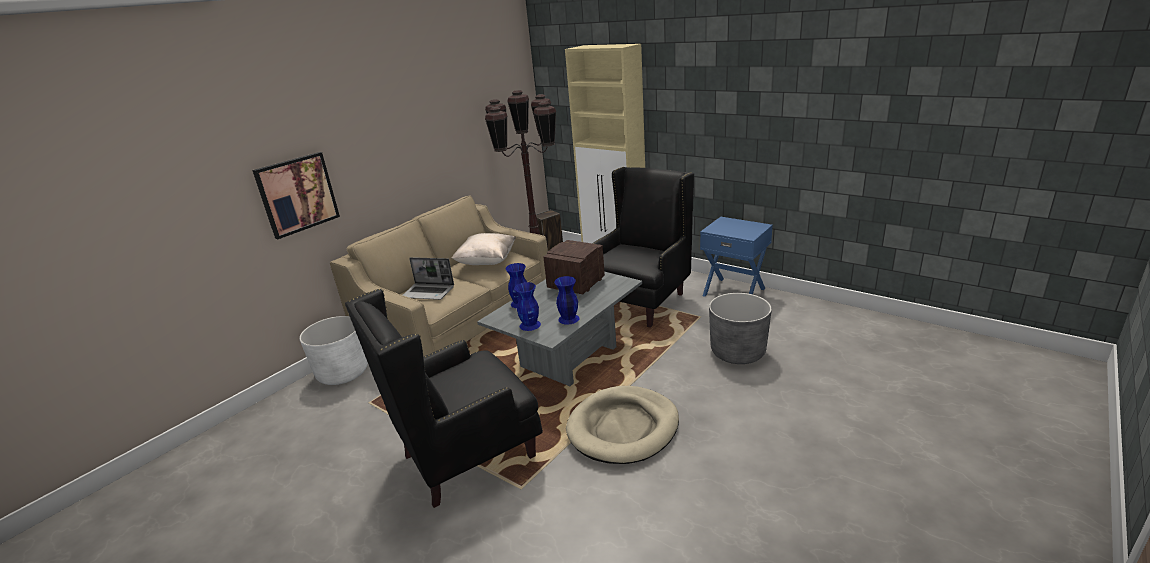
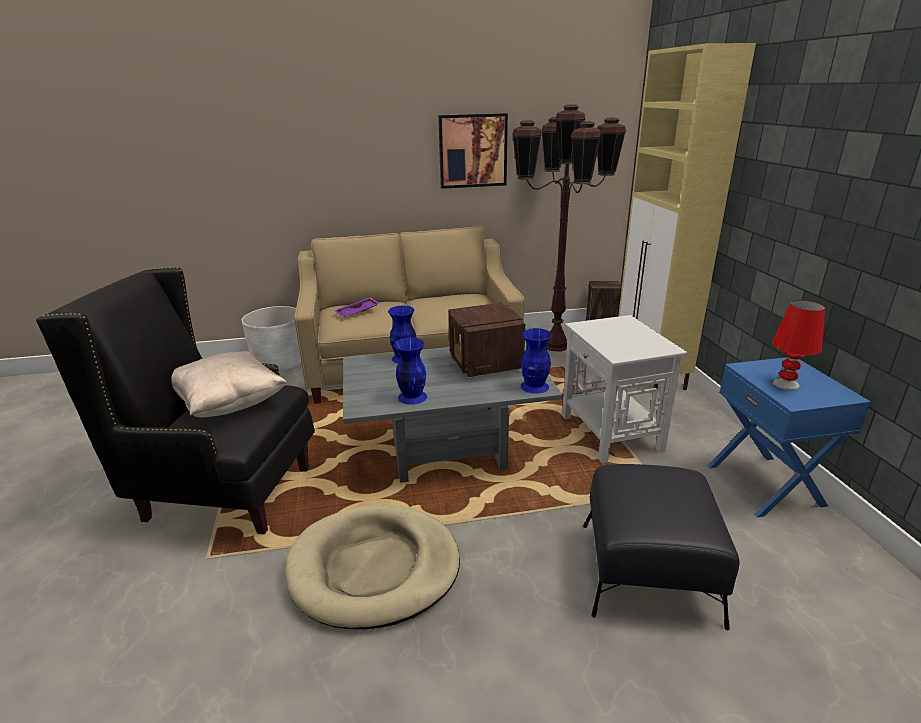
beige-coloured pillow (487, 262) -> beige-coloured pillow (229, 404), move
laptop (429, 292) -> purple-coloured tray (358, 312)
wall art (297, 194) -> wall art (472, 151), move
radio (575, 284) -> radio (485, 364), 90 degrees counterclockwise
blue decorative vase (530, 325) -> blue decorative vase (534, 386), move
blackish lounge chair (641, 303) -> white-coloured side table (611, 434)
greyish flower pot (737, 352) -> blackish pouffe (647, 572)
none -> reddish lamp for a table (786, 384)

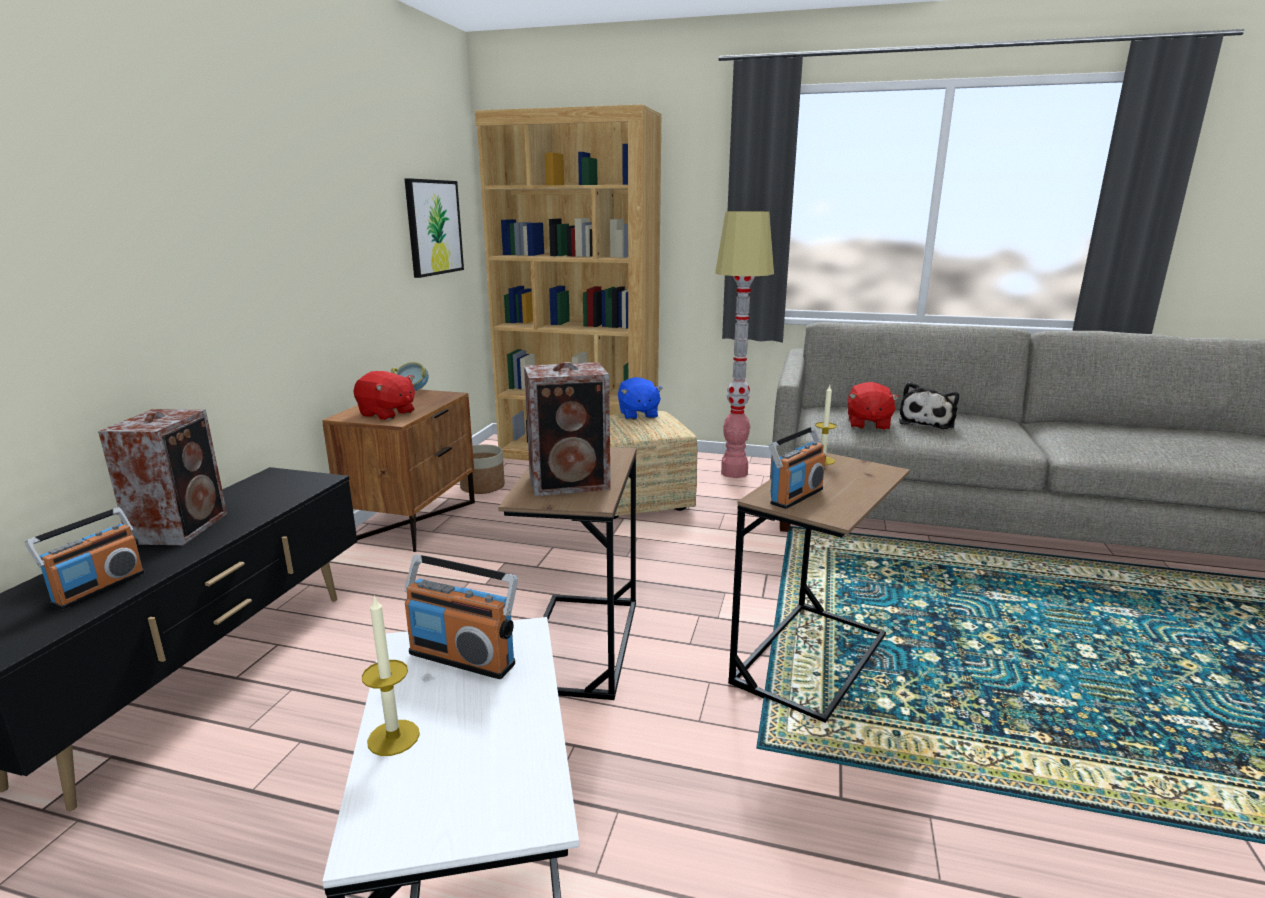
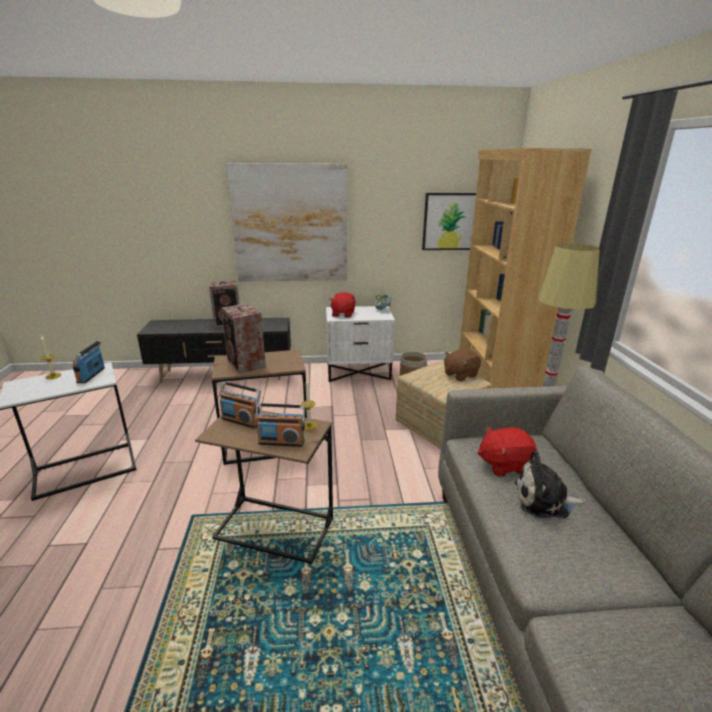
none -> wall art (290, 224)
radio (99, 588) -> radio (281, 442), move
brownish nightstand (413, 521) -> white-coloured nightstand (358, 372)
blue cuddly toy (638, 415) -> brownish cuddly toy (460, 375)

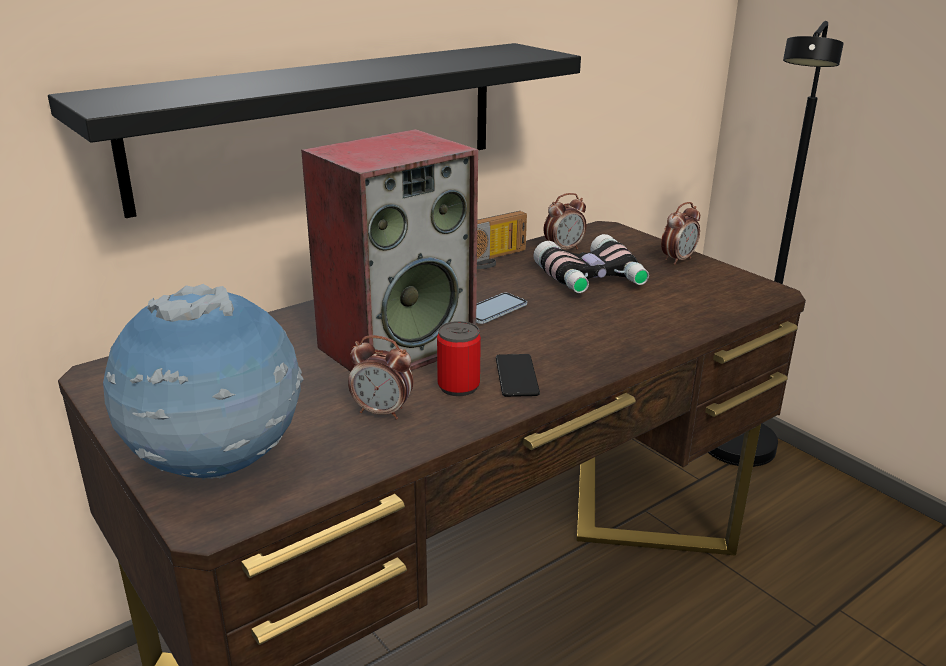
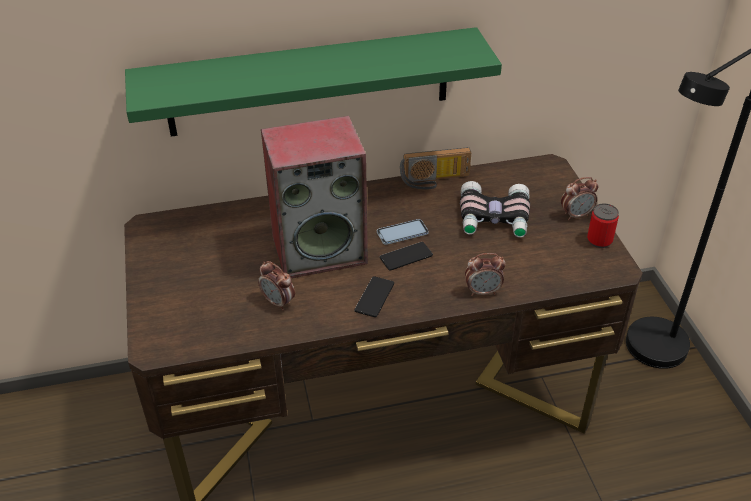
blackish wall shelf (323, 123) -> greenish wall shelf (309, 82)
none -> telephone (406, 256)
table clock (564, 249) -> table clock (483, 291), move
can (458, 386) -> can (599, 240), move
desk globe (218, 469) -> none

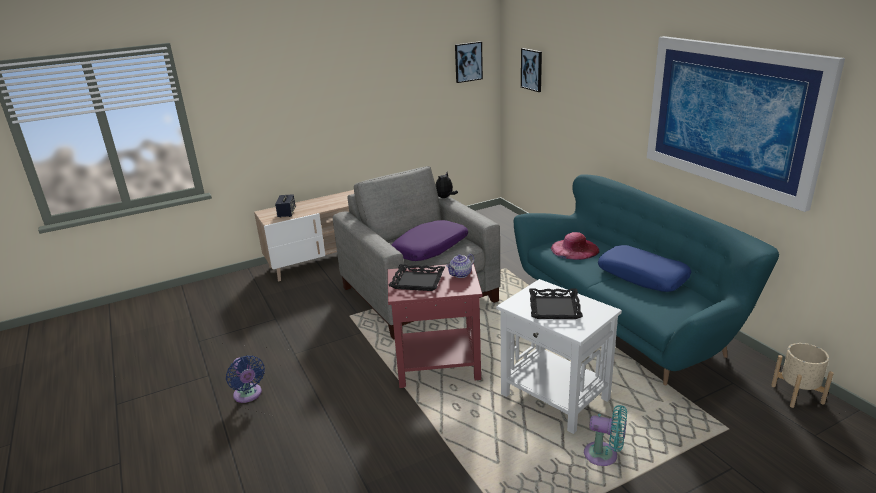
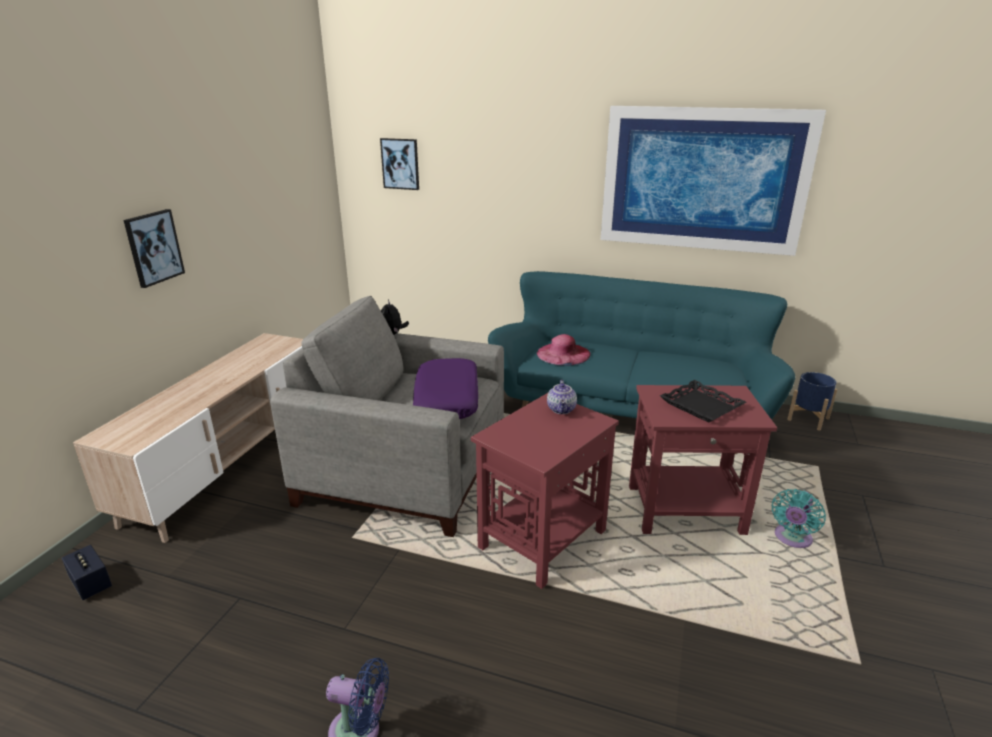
speaker (286, 213) -> speaker (91, 584), move
wall art (468, 62) -> wall art (153, 247), move
white-coloured side table (554, 397) -> reddish side table (685, 510)
turquoise-coloured electric fan (604, 455) -> turquoise-coloured electric fan (791, 539), 150 degrees clockwise
beige-coloured flower pot (797, 394) -> blue flower pot (808, 419)
blackish tray (417, 281) -> none
blue pillow (642, 276) -> none

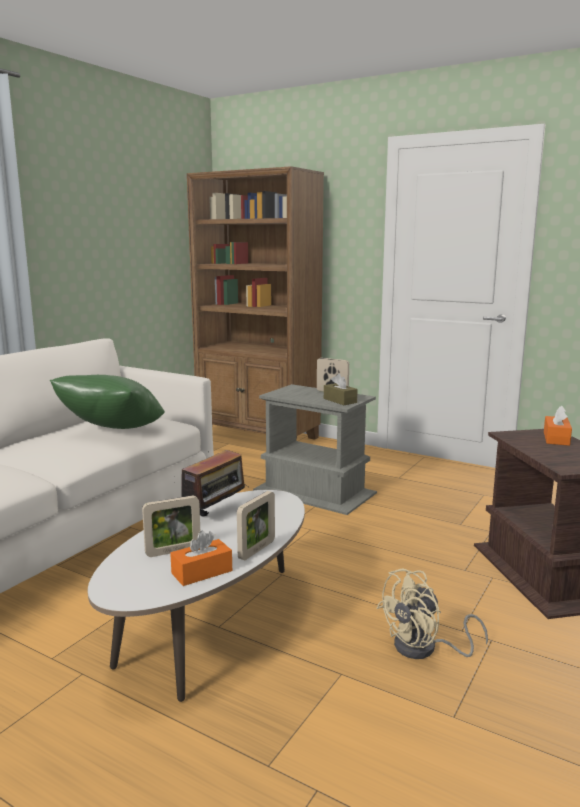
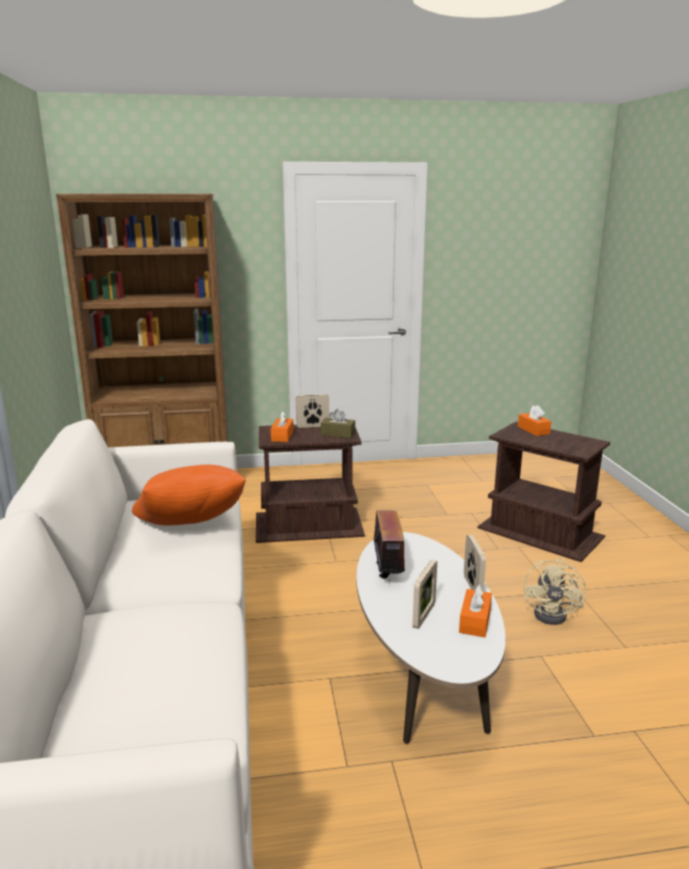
greenish pillow (112, 432) -> orange pillow (190, 528)
greyish side table (313, 491) -> brownish side table (307, 525)
none -> orange tissue box (282, 436)

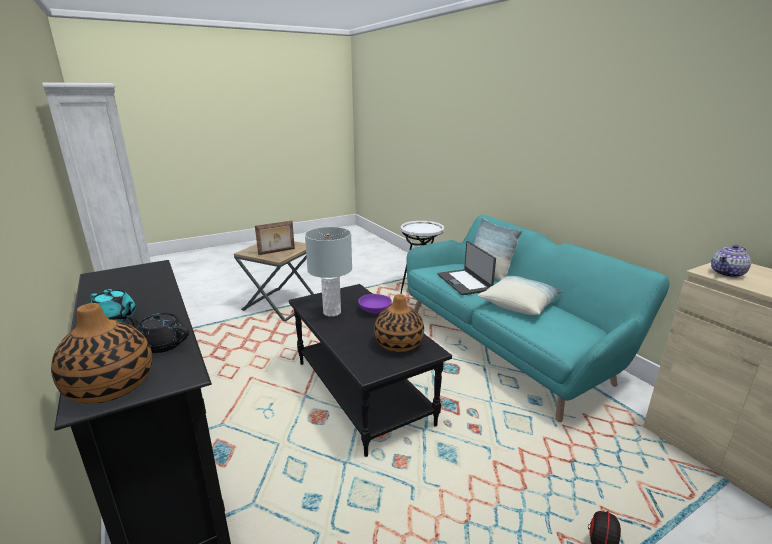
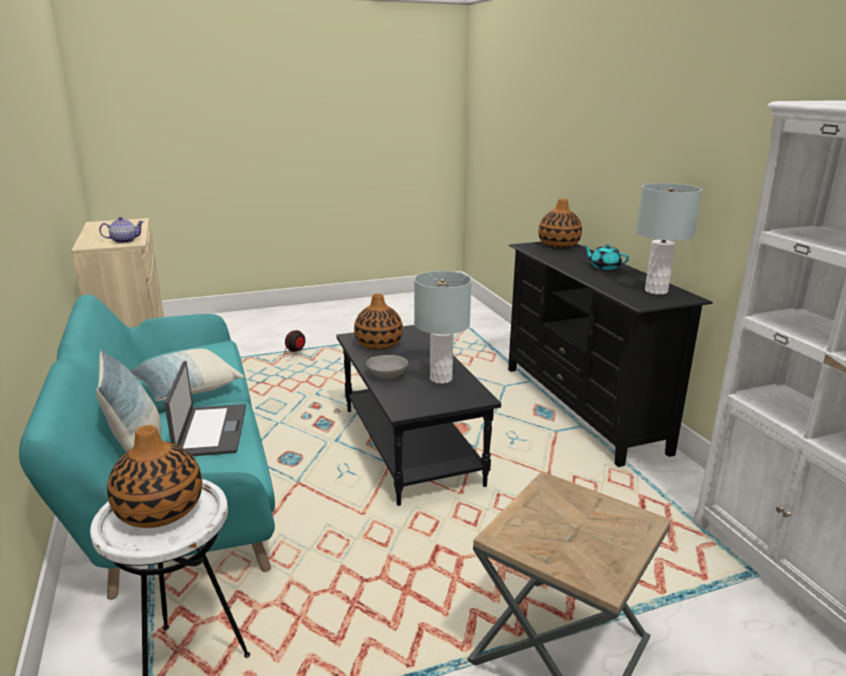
none -> decorative vase (160, 510)
purple-coloured deep dish (375, 311) -> greyish deep dish (387, 376)
none -> greyish lamp for a table (656, 291)
blackish tea pot (162, 344) -> none
standing frame (277, 252) -> none

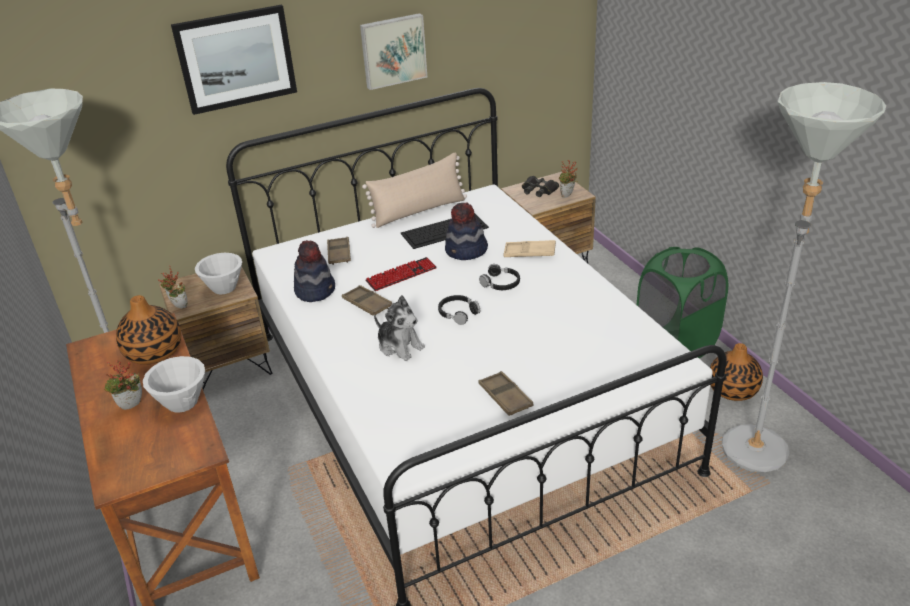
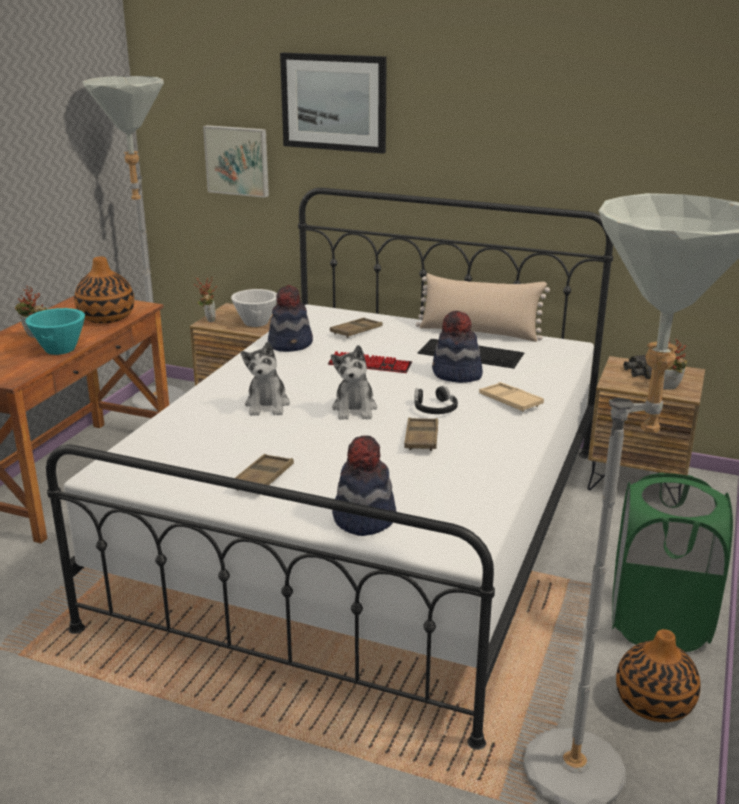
white-coloured deep dish (183, 402) -> turquoise-coloured deep dish (60, 349)
wall art (393, 50) -> wall art (238, 160), move
blackish headphones (458, 313) -> cuddly toy (355, 409)
none -> hat (363, 518)
brownish tray (367, 304) -> brownish tray (421, 438), move

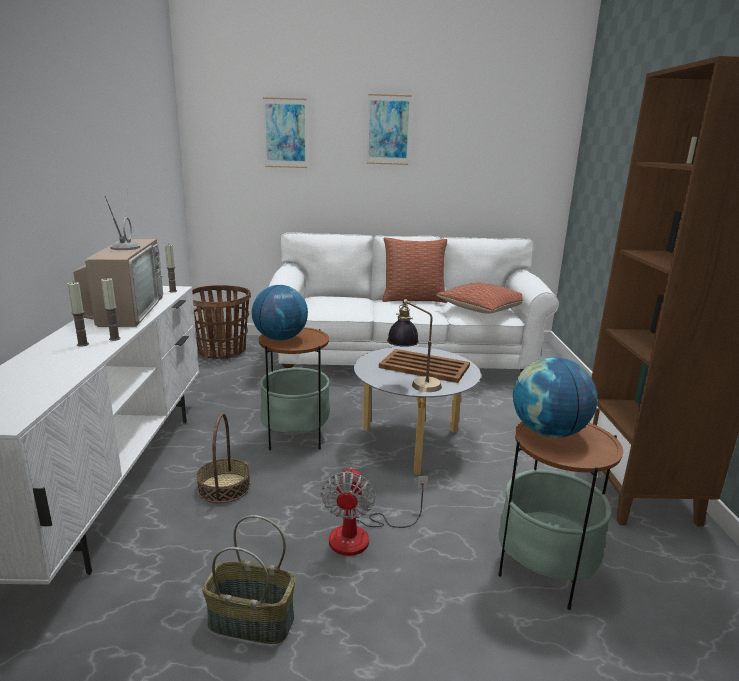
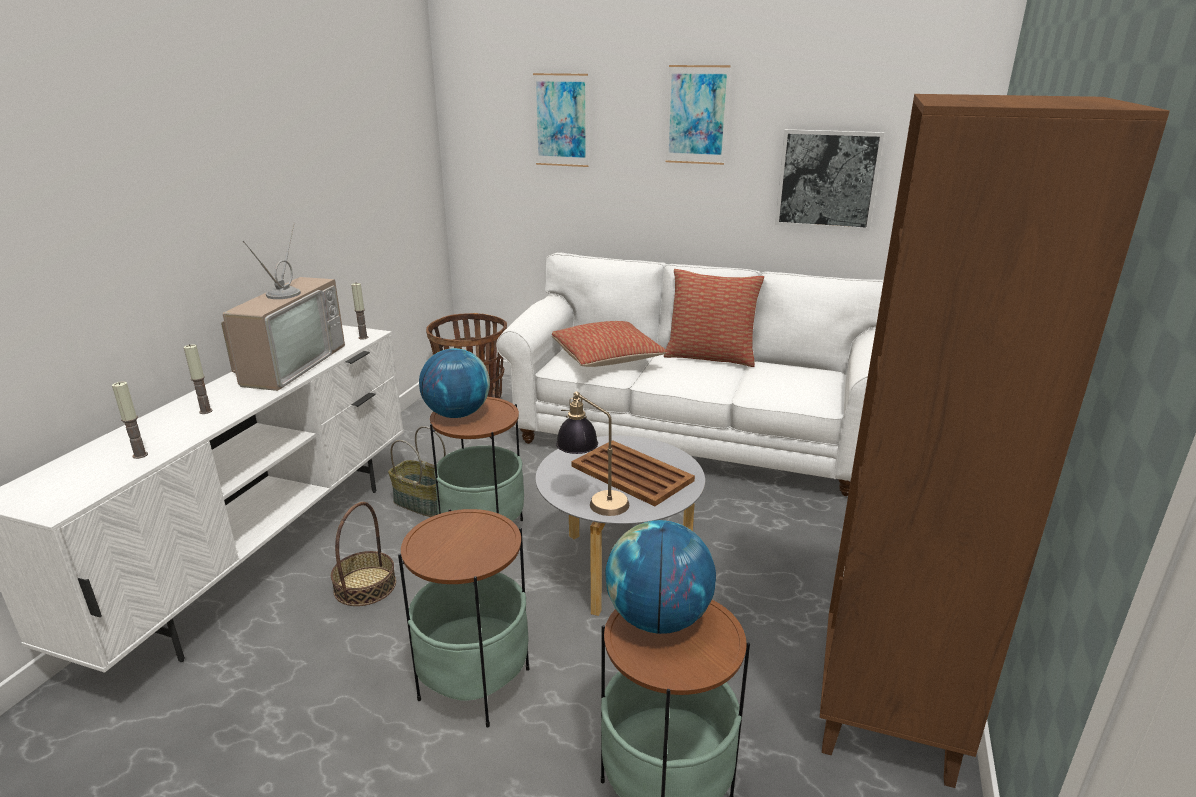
wax candle (115, 338) -> wax candle (140, 455), move
storage basket (250, 622) -> storage basket (421, 504), move
electric fan (362, 535) -> side table (474, 684)
pillow (482, 309) -> pillow (606, 358), move
none -> wall art (827, 179)

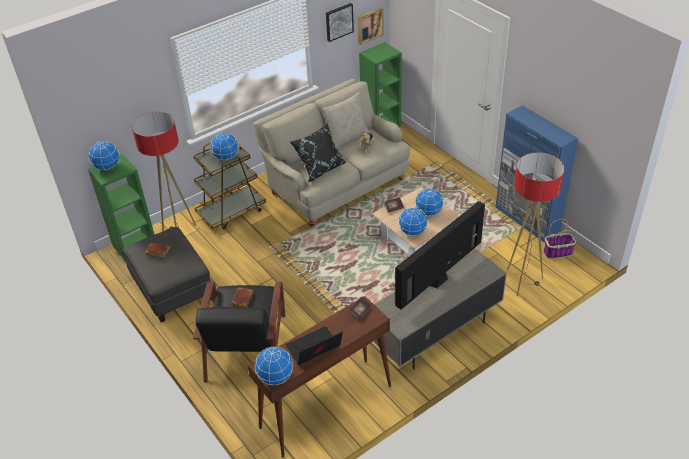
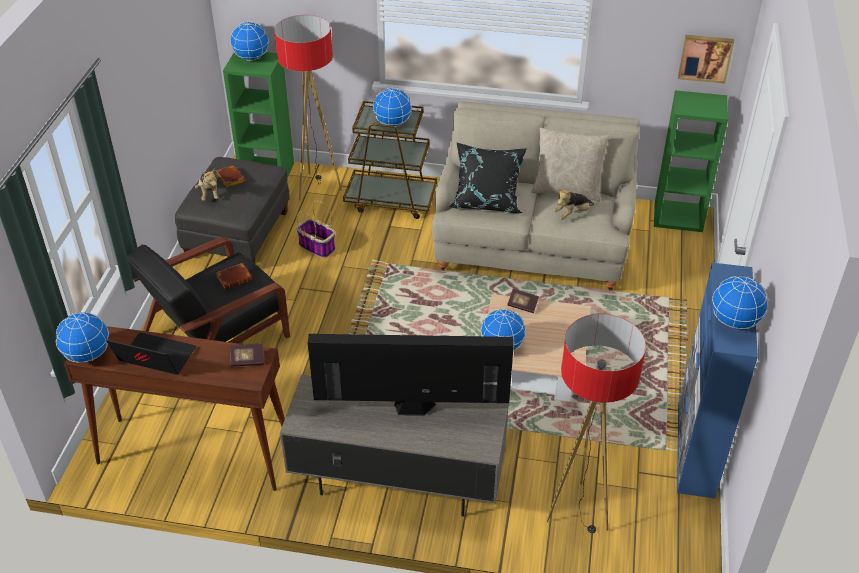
none -> cuddly toy (209, 193)
storage basket (558, 252) -> storage basket (318, 247), move
desk globe (429, 212) -> desk globe (735, 322), move
wall art (338, 21) -> none

